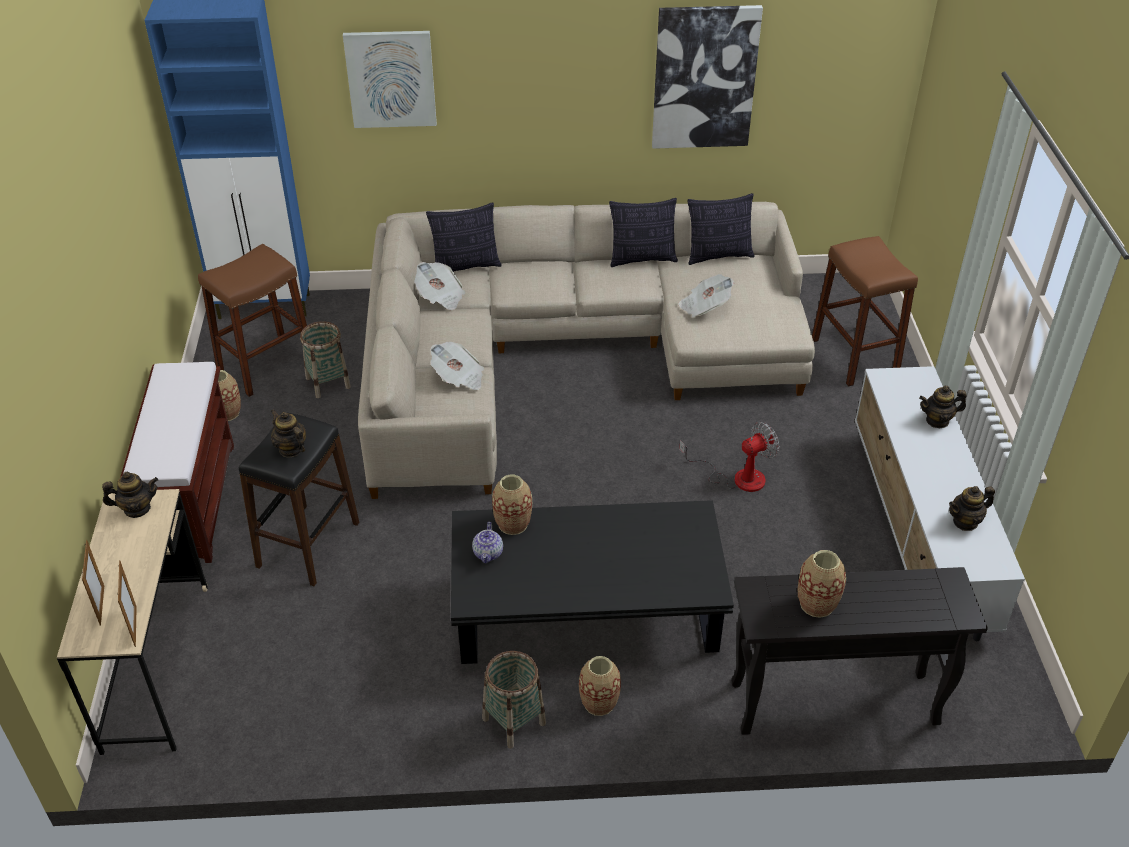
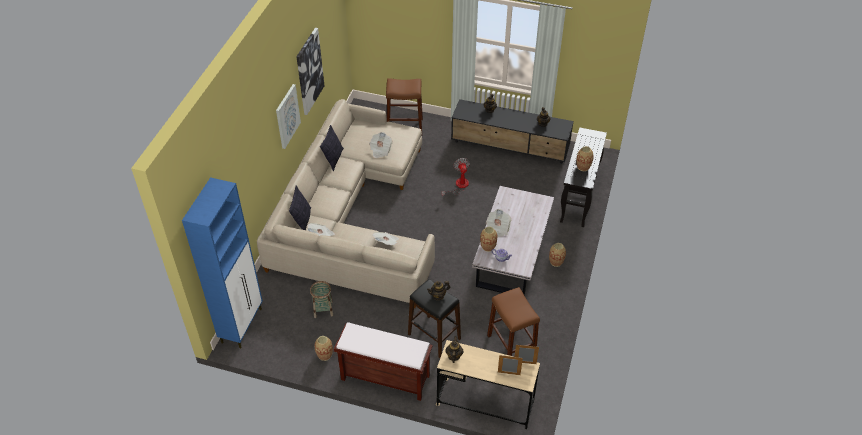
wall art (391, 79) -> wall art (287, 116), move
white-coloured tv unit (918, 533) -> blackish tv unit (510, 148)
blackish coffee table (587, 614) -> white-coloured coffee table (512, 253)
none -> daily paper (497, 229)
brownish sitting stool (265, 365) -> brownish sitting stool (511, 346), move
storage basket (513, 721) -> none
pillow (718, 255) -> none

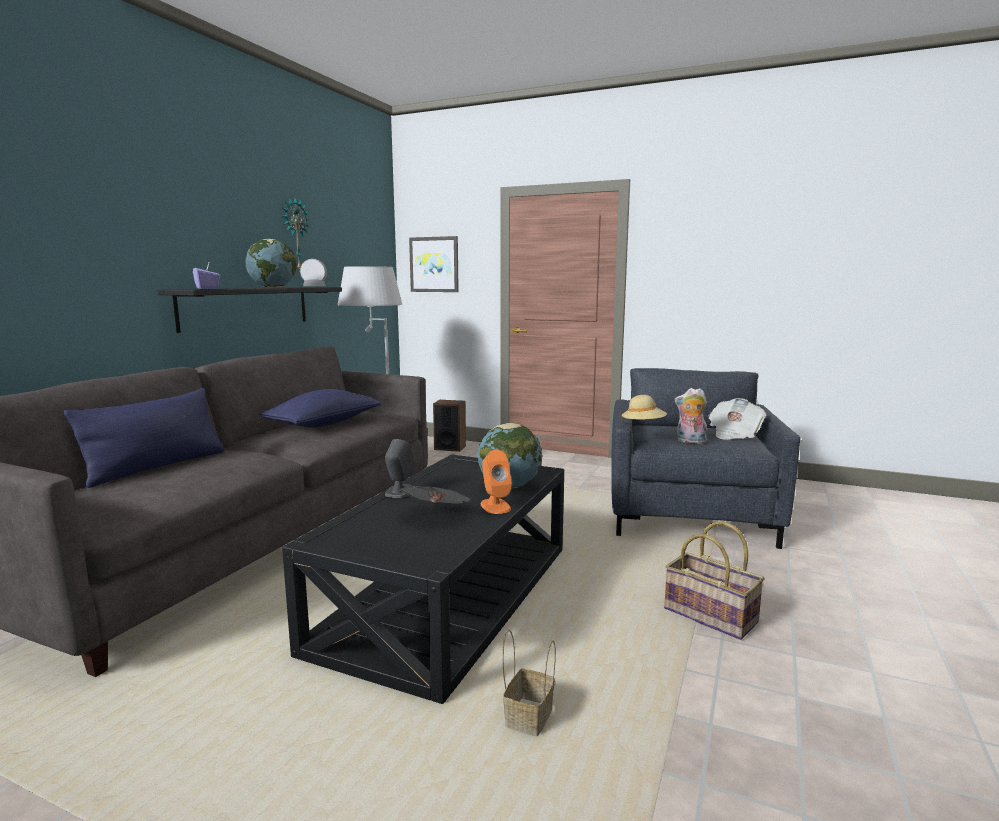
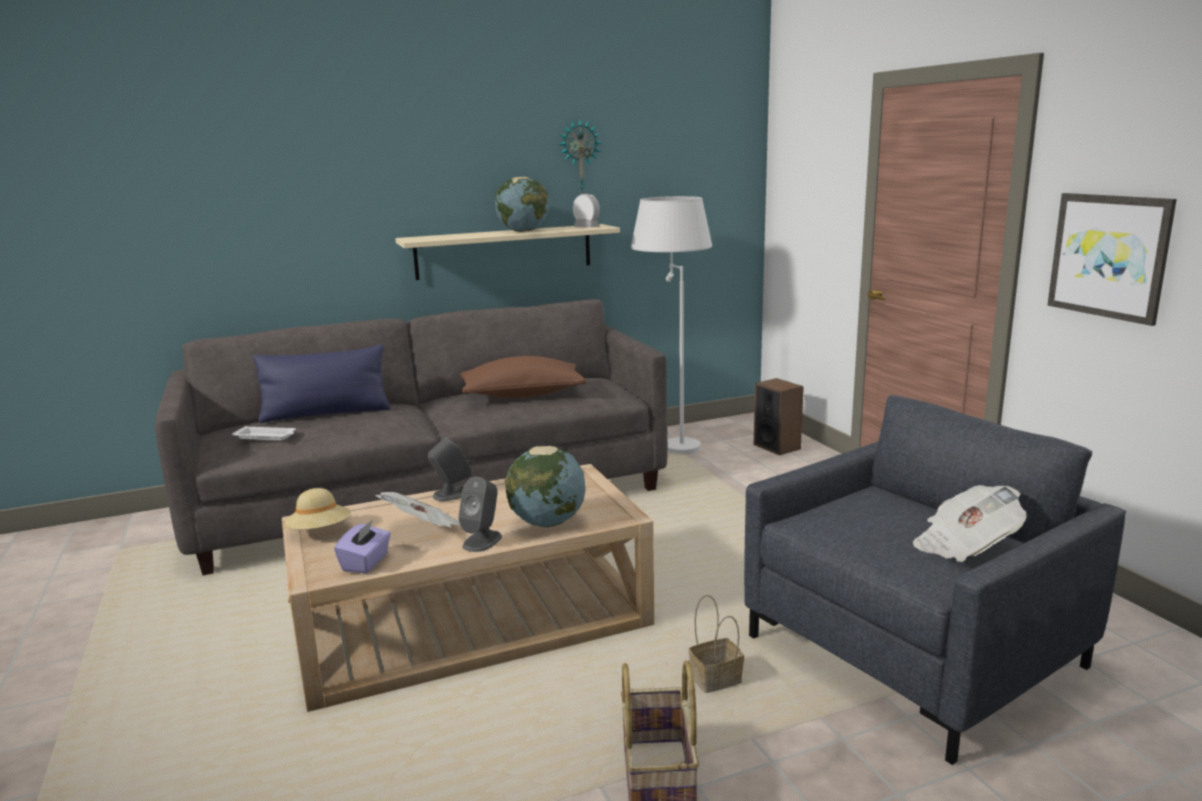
none -> white-coloured tray (266, 436)
blackish coffee table (447, 595) -> beige-coloured coffee table (472, 621)
beige-coloured hat (643, 425) -> beige-coloured hat (320, 532), move
purple-coloured tissue box (208, 288) -> purple-coloured tissue box (366, 562), move
blackish wall shelf (246, 307) -> beige-coloured wall shelf (504, 251)
orange speaker (495, 506) -> greyish speaker (482, 541)
blue pillow (323, 424) -> brownish pillow (522, 395)
storage basket (528, 716) -> storage basket (716, 679), move
wall art (434, 264) -> wall art (1109, 256), move
cuddly toy (690, 441) -> none

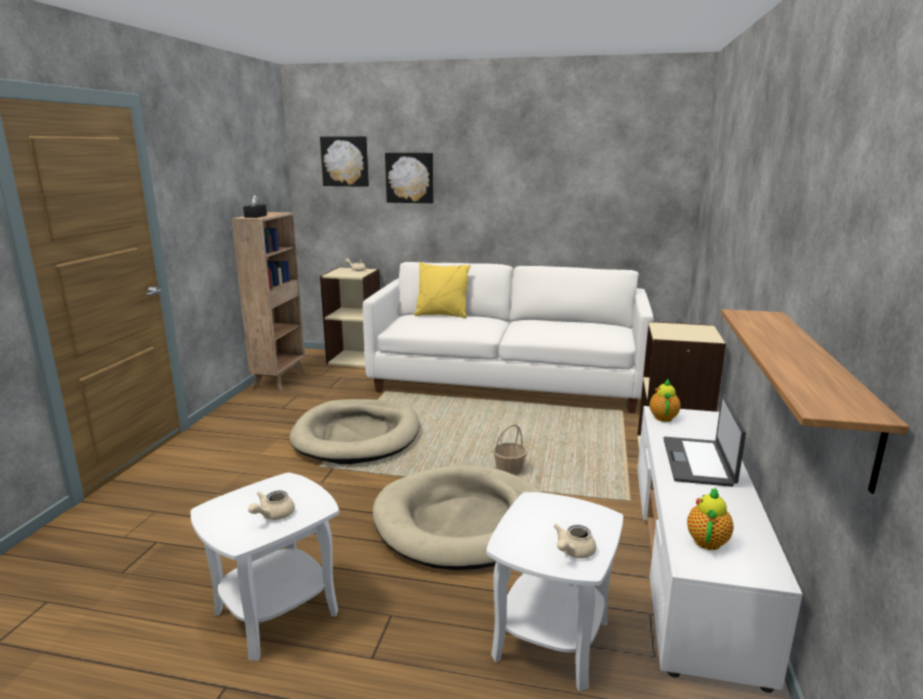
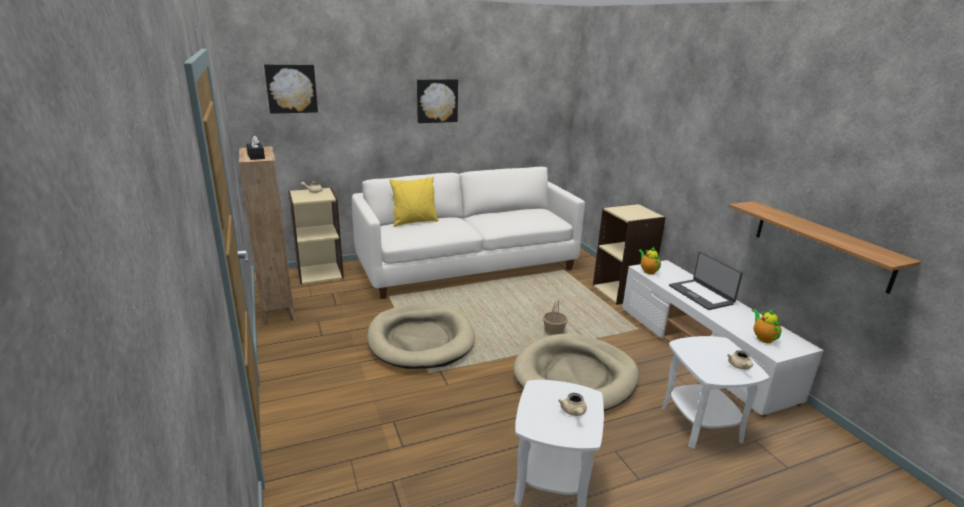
wall art (410, 178) -> wall art (437, 100), move

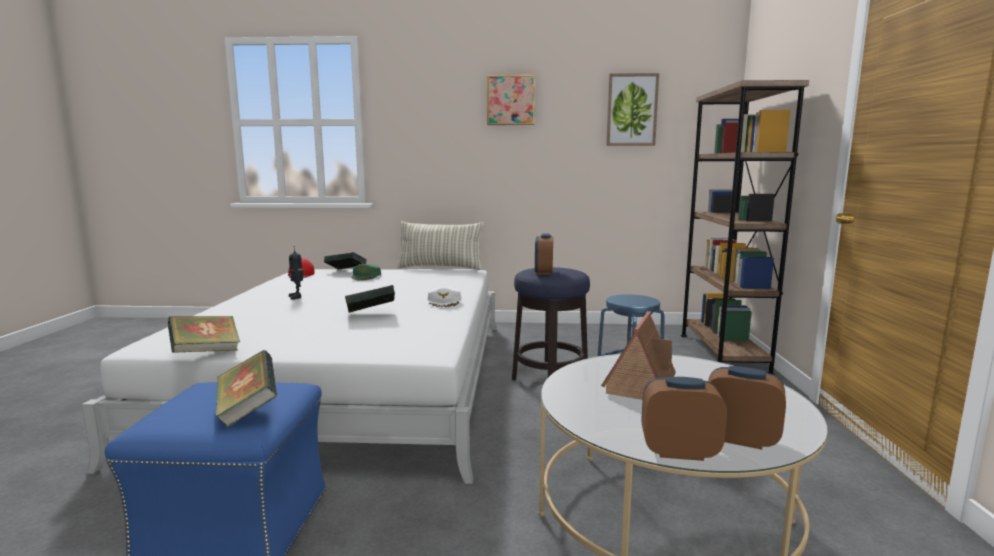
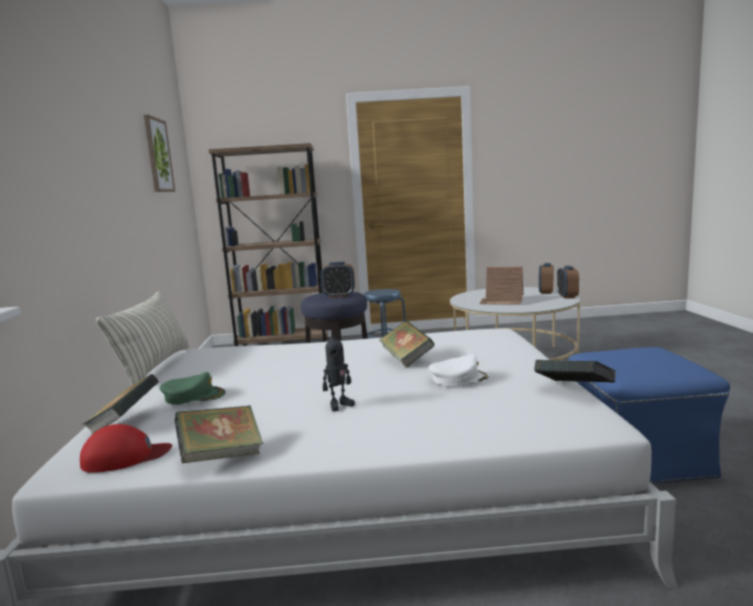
book (248, 410) -> book (221, 456), move
white-coloured peaked cap (444, 302) -> white-coloured peaked cap (459, 378), move
wall art (510, 100) -> none

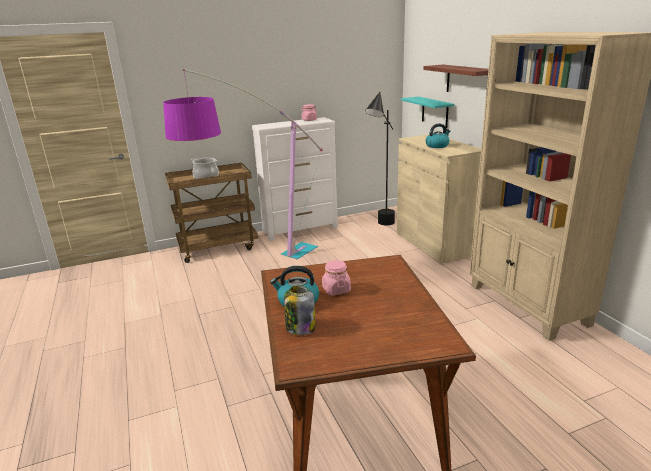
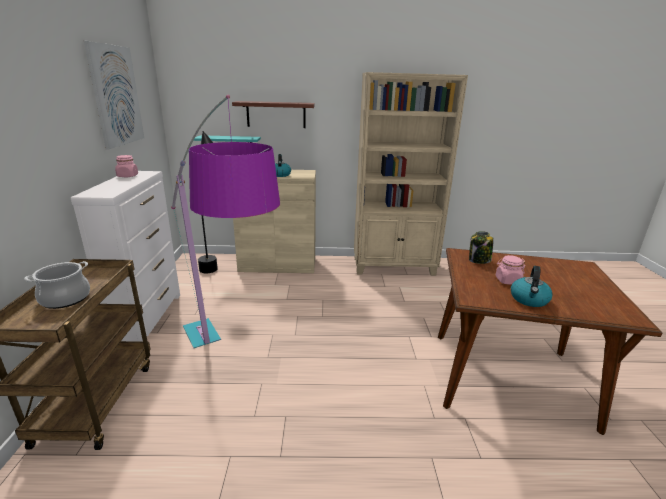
none -> wall art (116, 96)
preserve jar (300, 327) -> preserve jar (479, 260), move

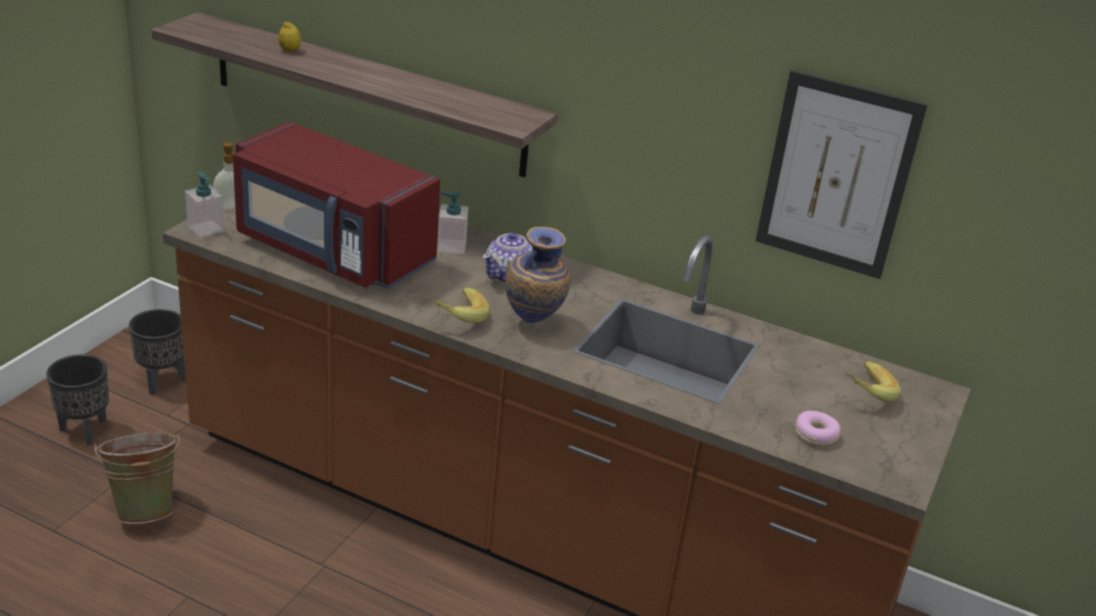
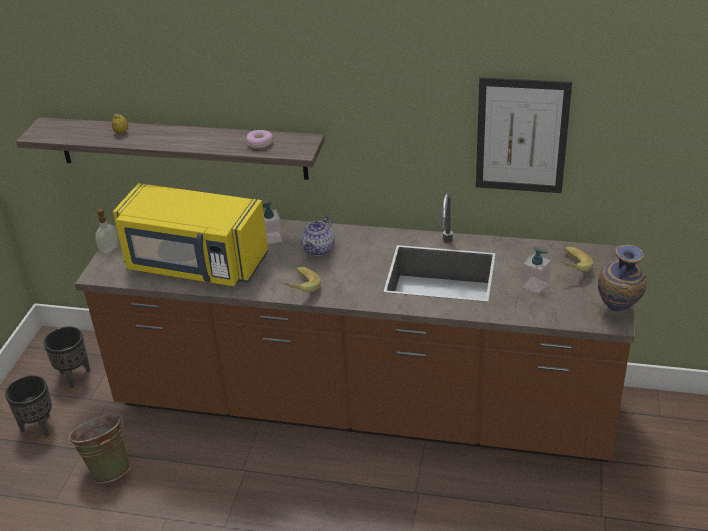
reddish kitchen microwave (331, 251) -> yellowish kitchen microwave (195, 264)
donut (816, 435) -> donut (260, 143), move
liquid soap bottle (206, 229) -> liquid soap bottle (535, 285), move
decorative vase (533, 324) -> decorative vase (618, 311), move

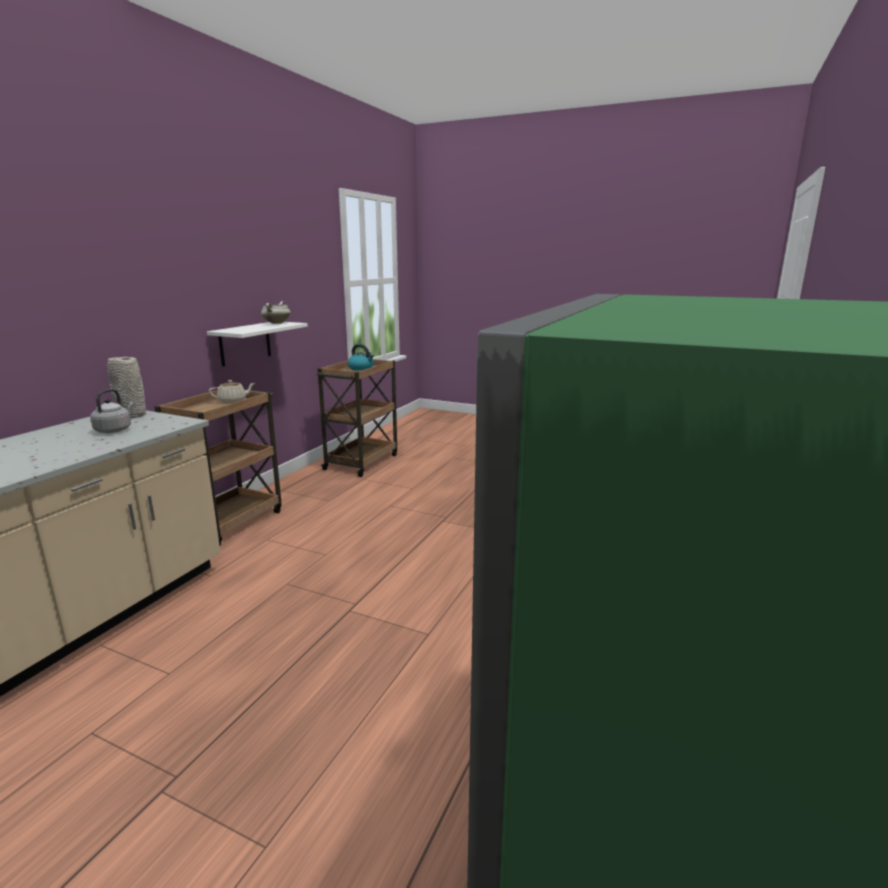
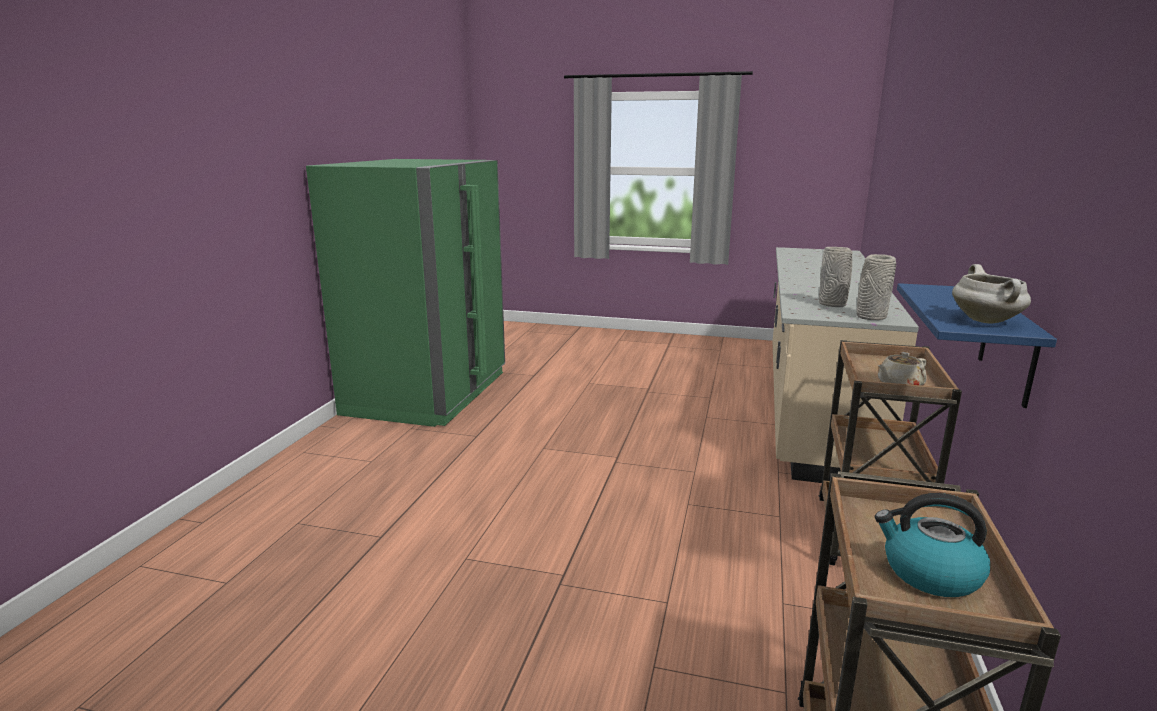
greyish kettle (115, 430) -> greyish decorative vase (833, 305)
white-coloured wall shelf (245, 343) -> blue wall shelf (1008, 346)

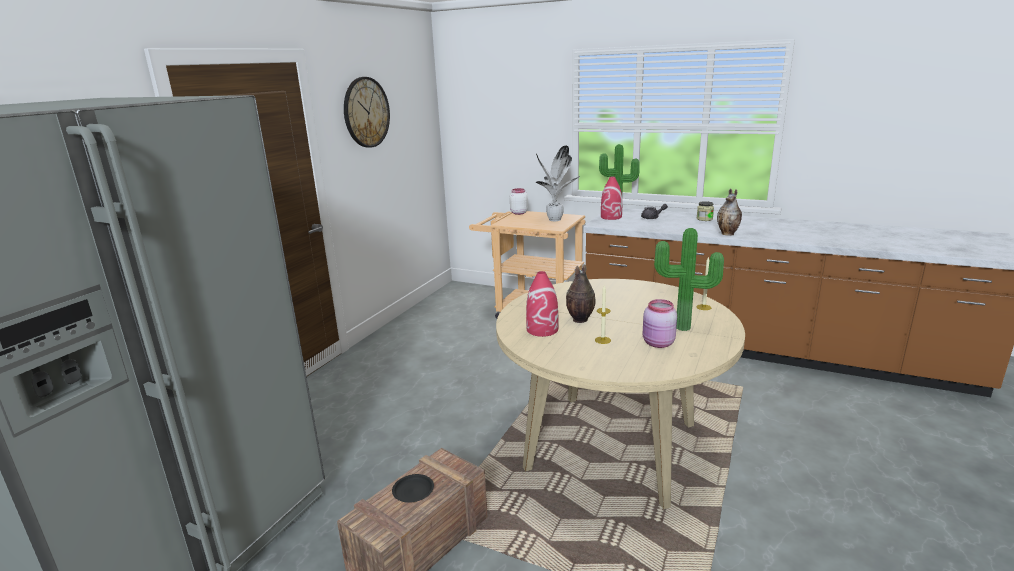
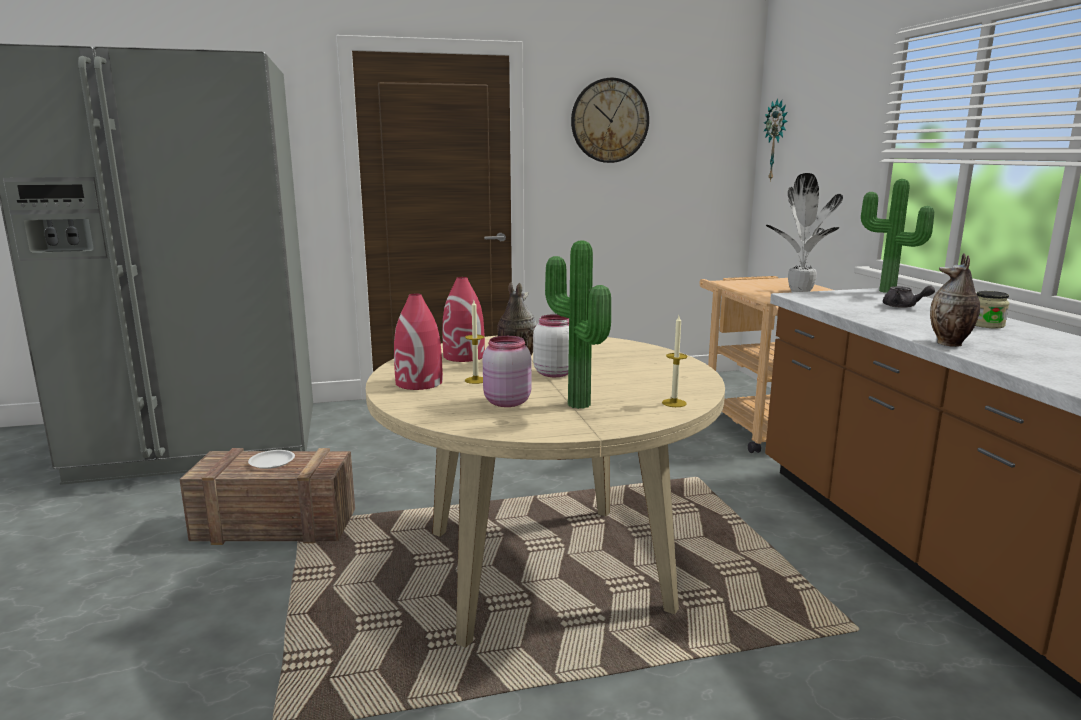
blackish plate (413, 491) -> white-coloured plate (271, 462)
reddish decorative vase (611, 217) -> reddish decorative vase (419, 383), move
white-coloured preserve jar (518, 213) -> white-coloured preserve jar (554, 373), move
none -> hanging clock (776, 140)

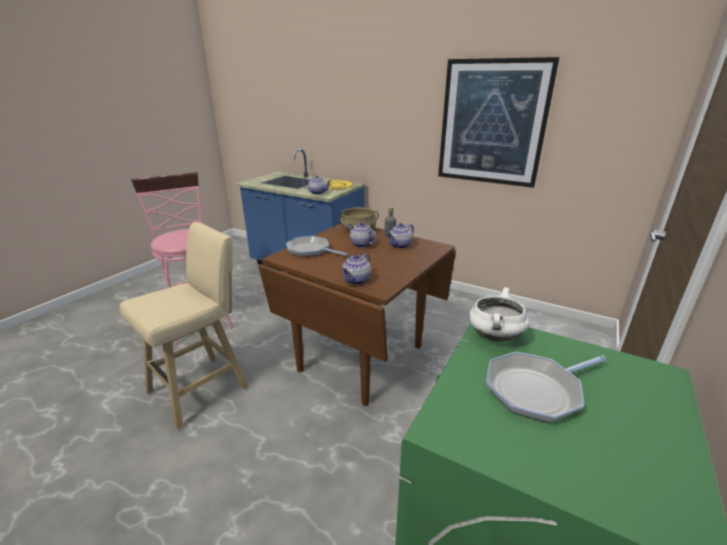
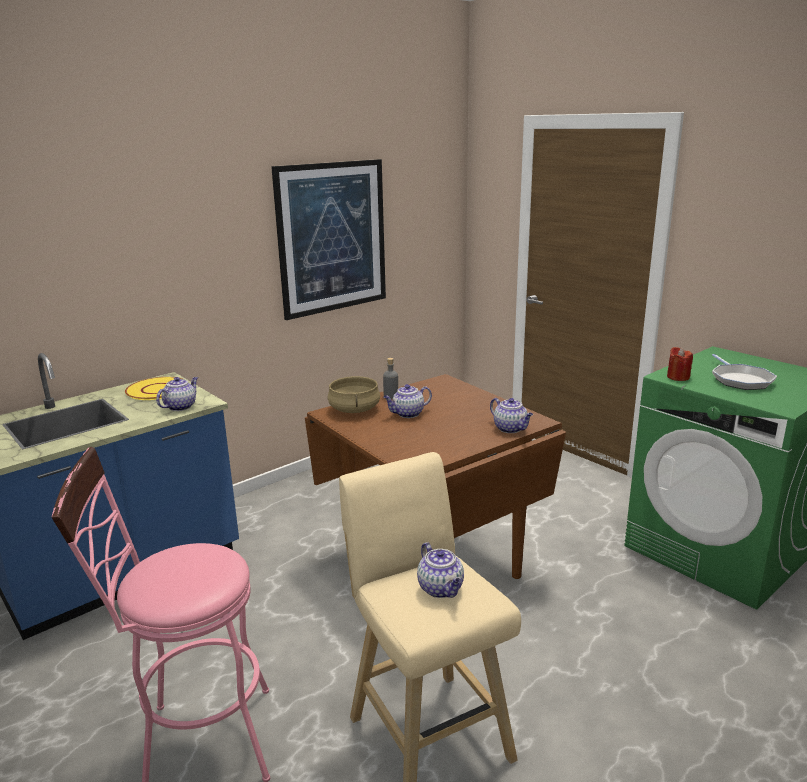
tea pot (400, 245) -> tea pot (441, 589), move
white-coloured saucepot (494, 335) -> reddish wax candle (678, 377)
frying pan (310, 250) -> none

